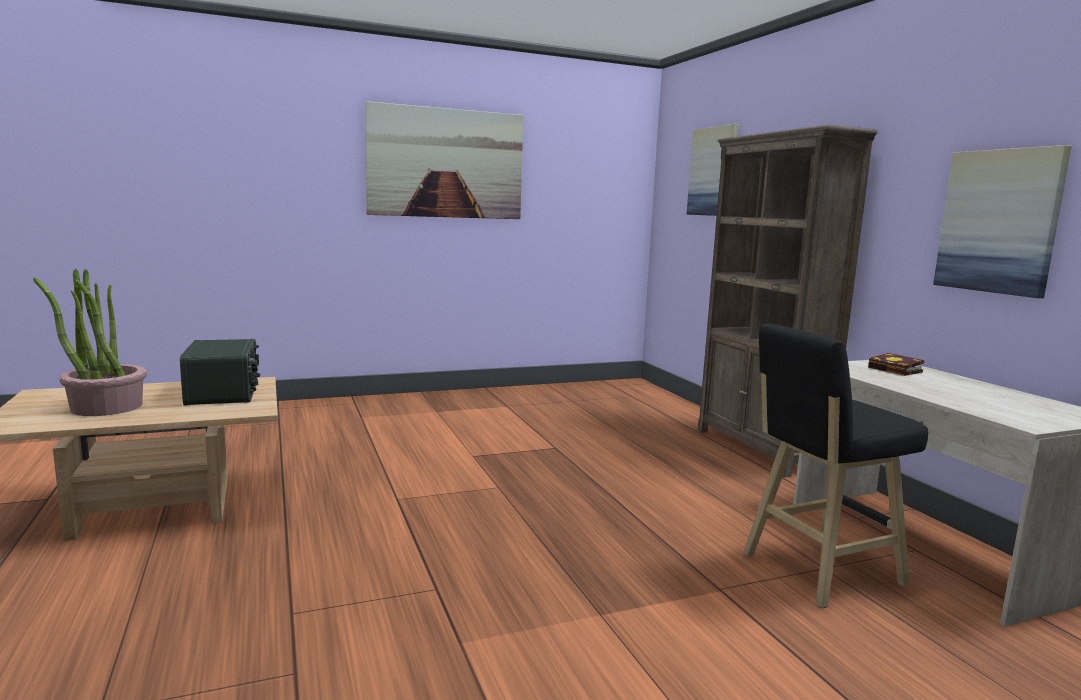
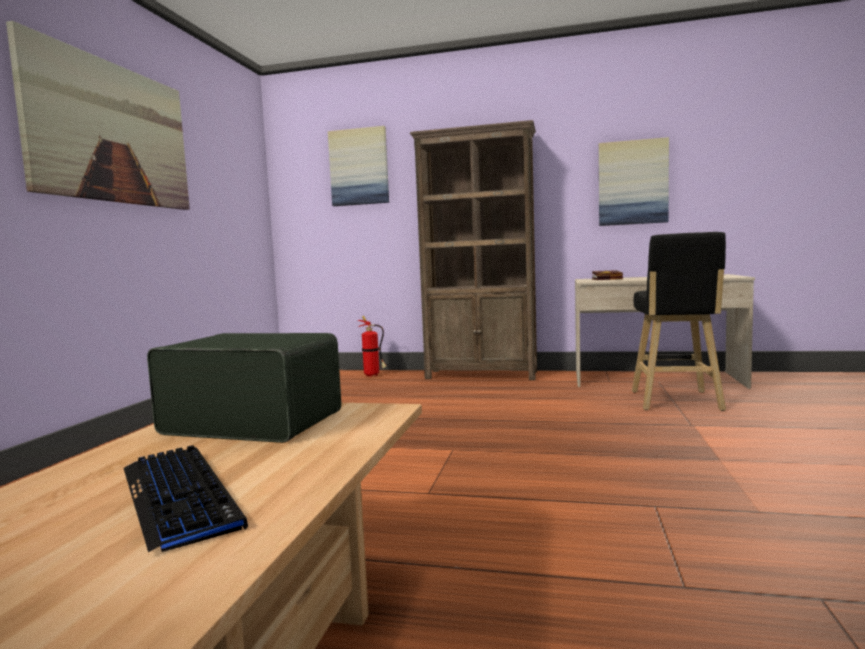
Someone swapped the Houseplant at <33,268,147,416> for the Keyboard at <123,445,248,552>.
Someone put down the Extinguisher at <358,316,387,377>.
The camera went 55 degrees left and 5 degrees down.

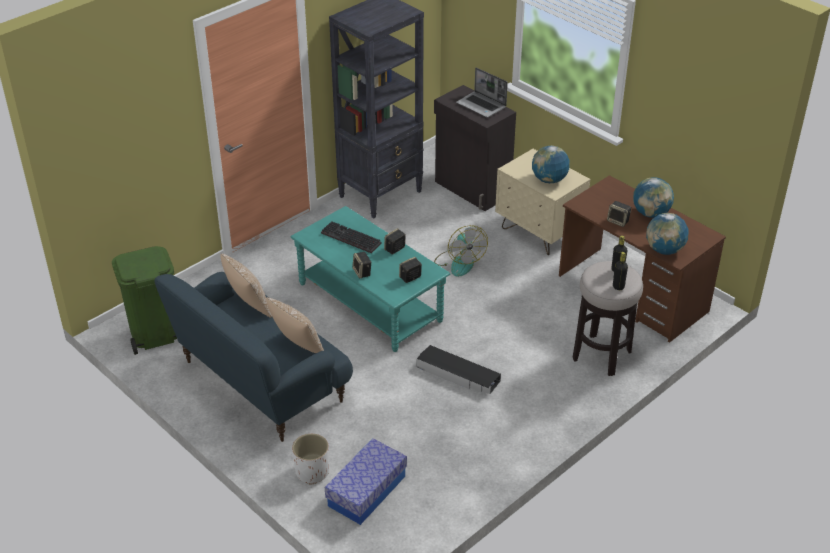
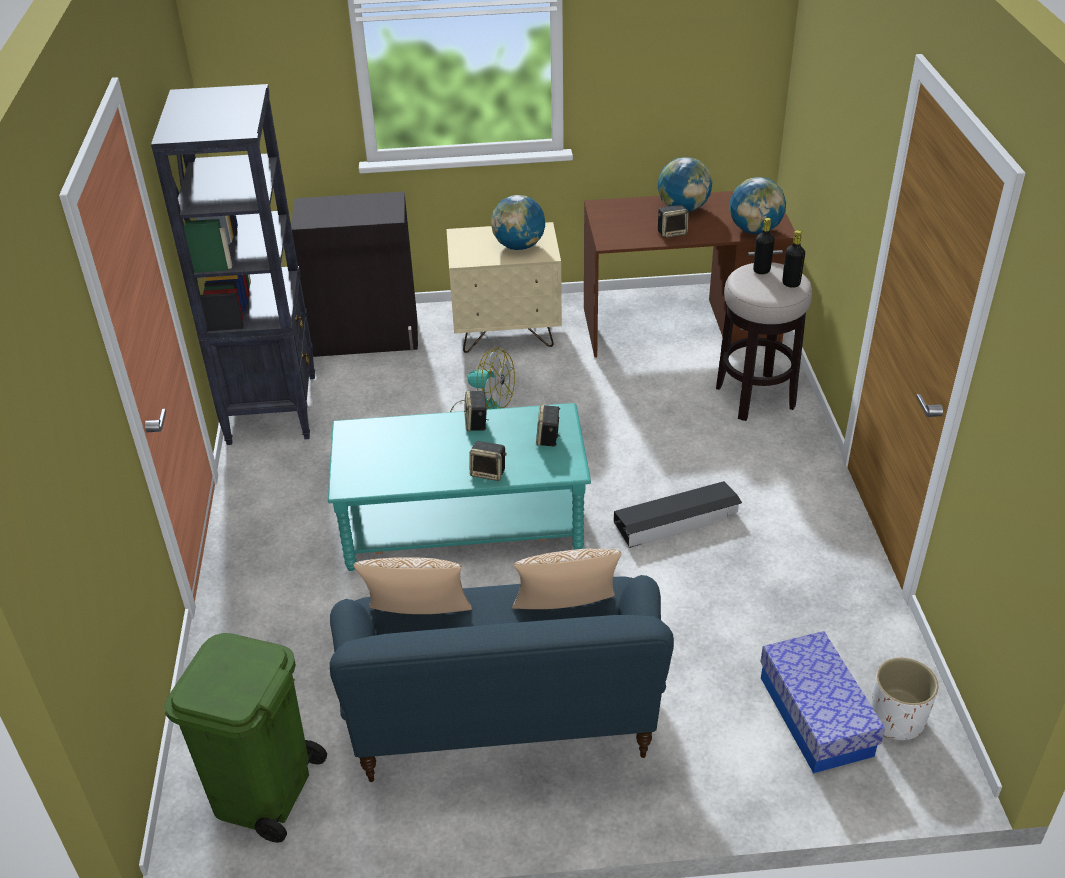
Someone carried the WhitePlantPot from <292,434,329,485> to <871,658,938,740>.
Someone took away the Keyboard at <321,221,381,253>.
Someone took away the PortableComputer at <456,68,508,118>.
The camera went 50 degrees left and 0 degrees up.

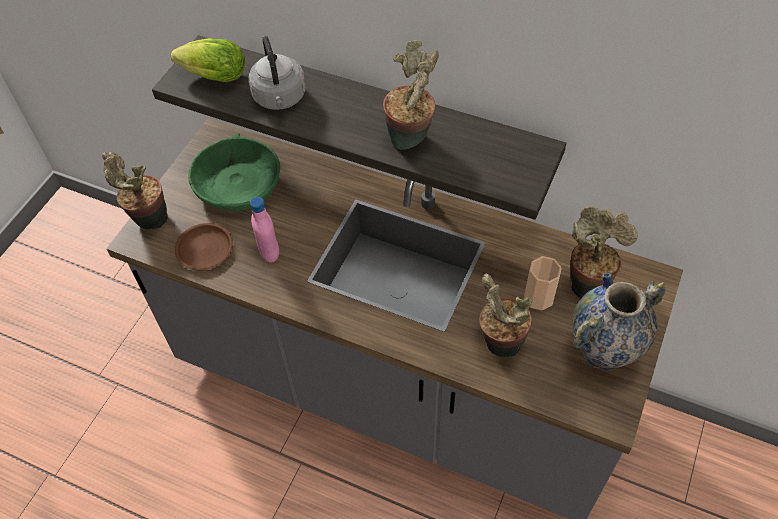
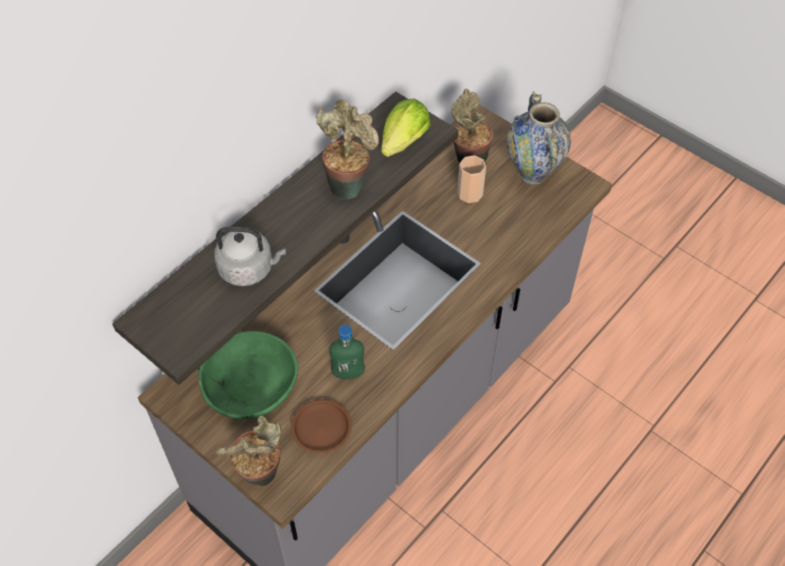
Someone carried the LettuceHead from <171,38,245,82> to <381,99,431,157>.
Someone repainted the PinkDrinkBottle at <250,197,279,263>, which became the GreenishDrinkBottle at <329,325,365,379>.
Someone took away the Houseplant at <479,274,532,357>.
The camera went 75 degrees left and 0 degrees up.

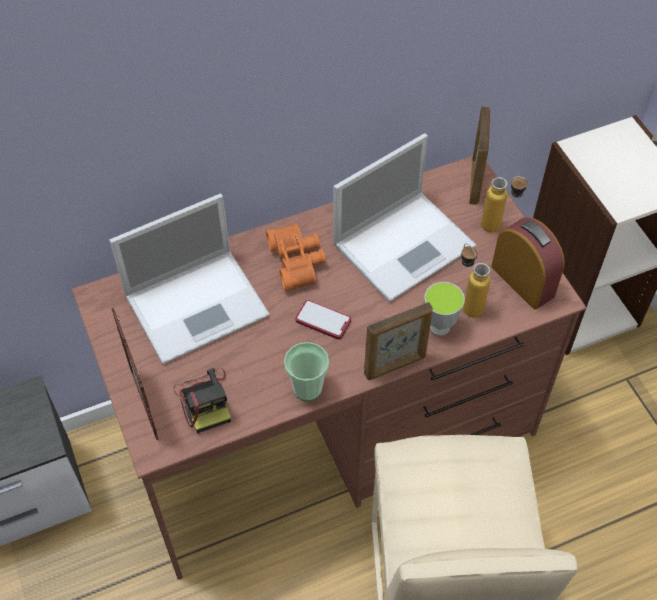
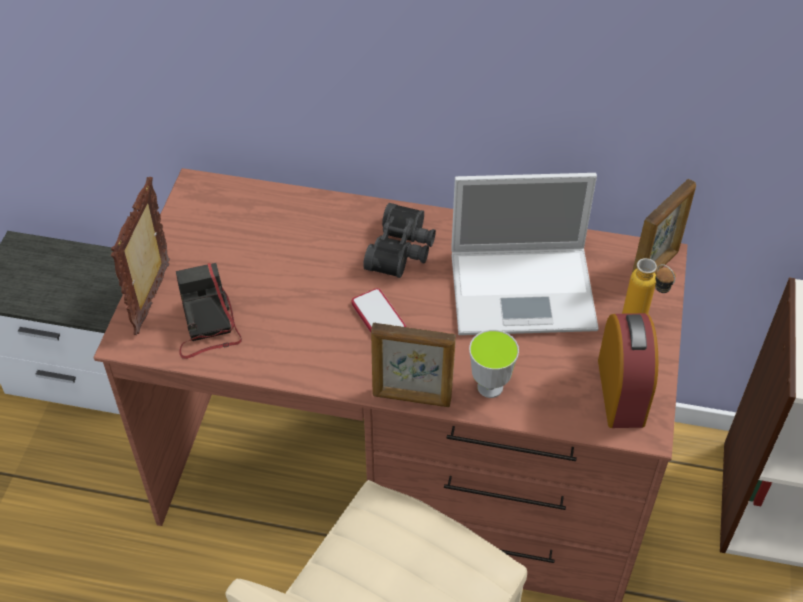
Someone took away the PortableComputer at <109,193,270,364>.
Someone rotated the StillCamera at <174,368,231,433> by 150 degrees clockwise.
Someone repainted the OrangeBinoculars at <266,224,326,291>, which became the BlackColouredBinoculars at <363,203,436,278>.
Someone took away the Cup at <284,342,329,401>.
Someone took away the DrinkBottle at <461,243,491,318>.
The camera went 35 degrees right and 5 degrees down.

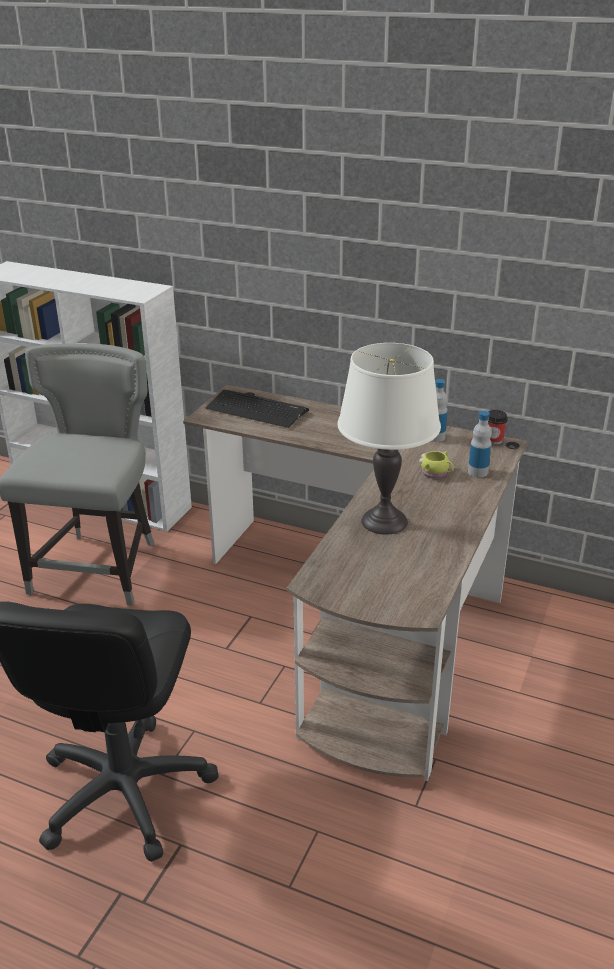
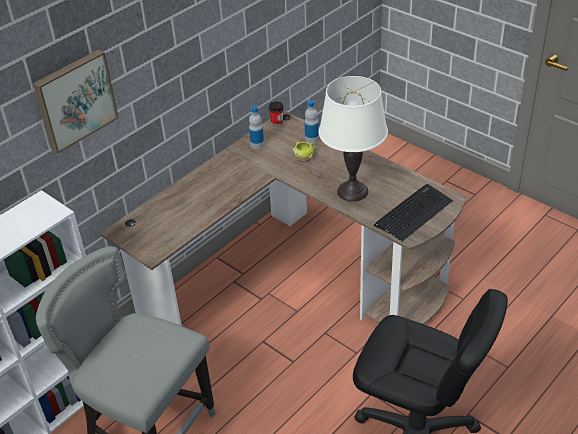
Someone carried the Keyboard from <206,390,309,428> to <374,184,453,241>.
Someone put up the WallPicture at <33,49,119,154>.
The camera went 70 degrees left and 10 degrees up.

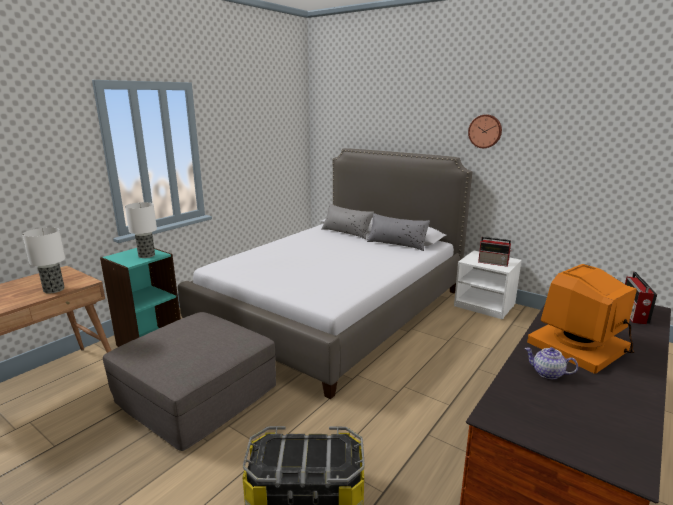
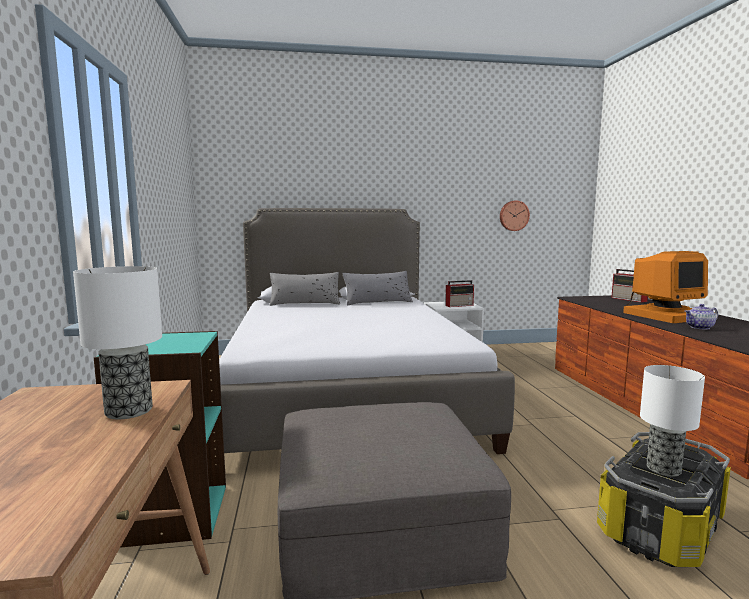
Someone carried the TabletopLamp from <125,202,157,258> to <640,365,705,477>.
Someone carried the HangingClock from <468,115,502,148> to <500,200,530,231>.
Someone rotated the ComputerScreen at <527,264,637,374> by 120 degrees counterclockwise.
The camera went 45 degrees left and 10 degrees down.

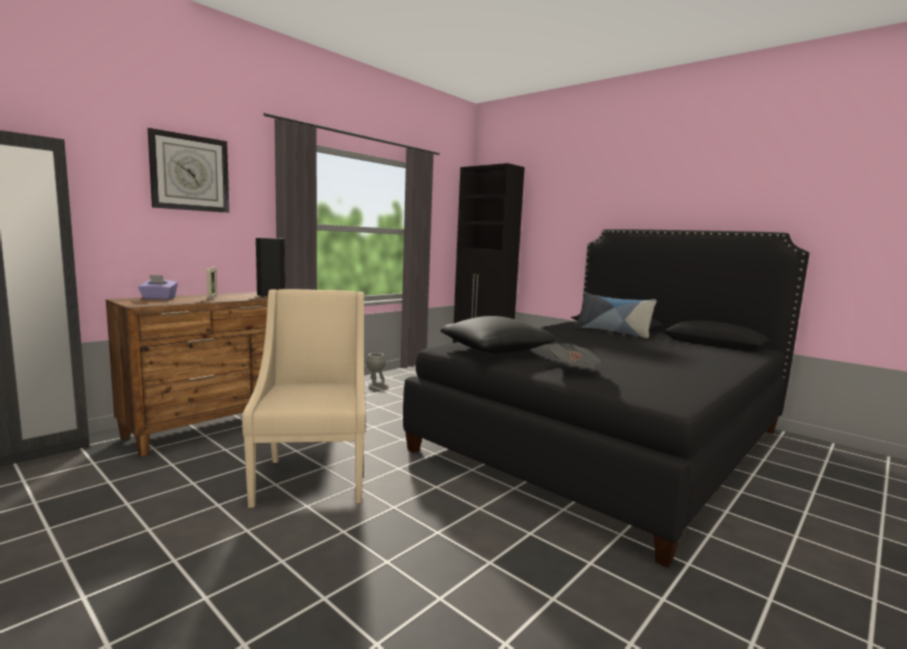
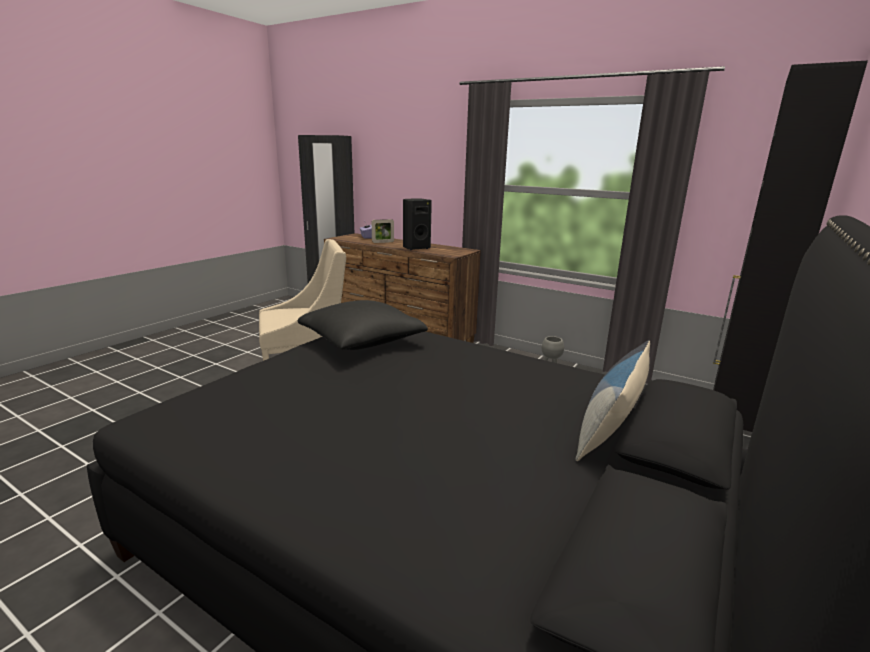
Someone took away the HangingClock at <148,128,229,213>.
Someone took away the DailyPaper at <544,343,602,368>.
The camera went 80 degrees right and 10 degrees up.

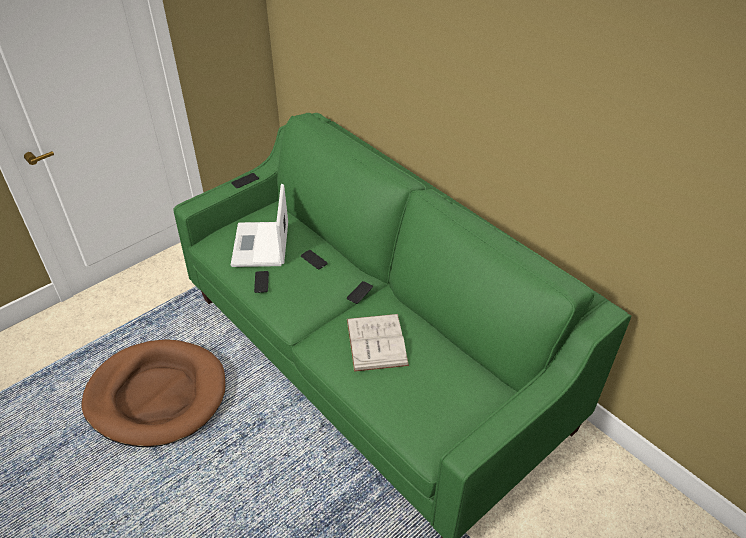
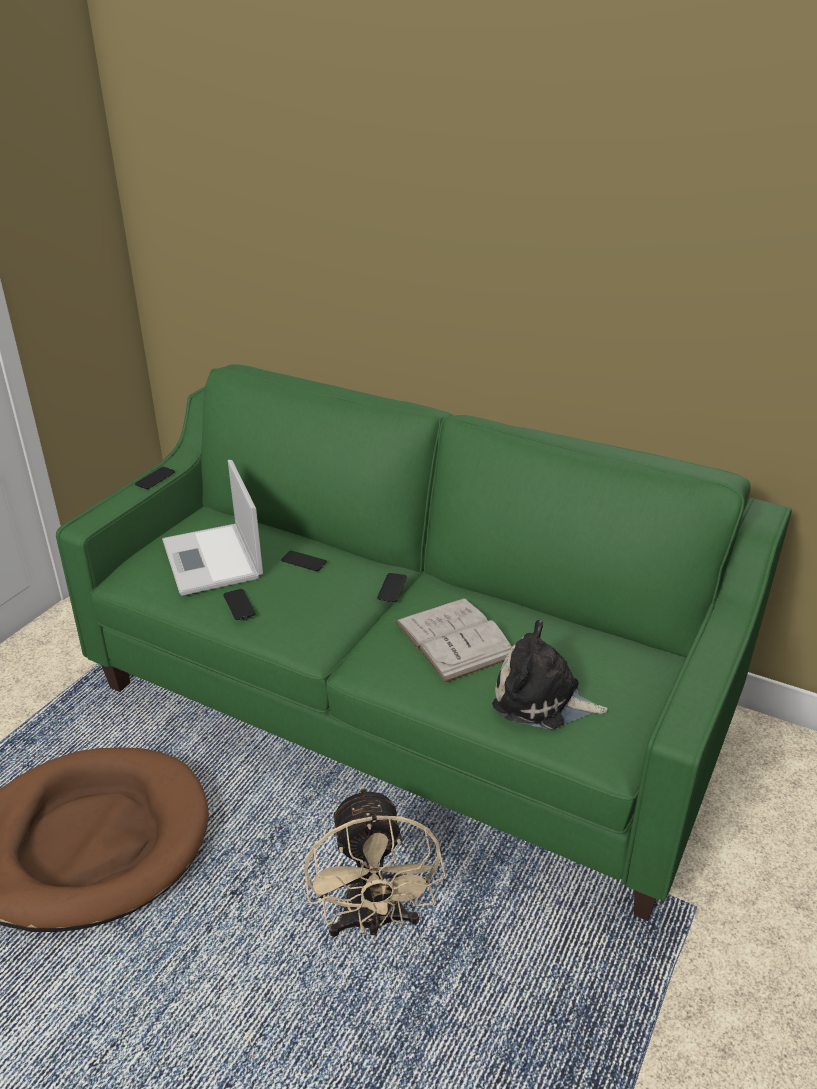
Someone put down the BeigeElectricFan at <304,786,445,937>.
Someone put down the CuddlyToy at <492,620,608,729>.
The camera went 20 degrees left and 10 degrees down.

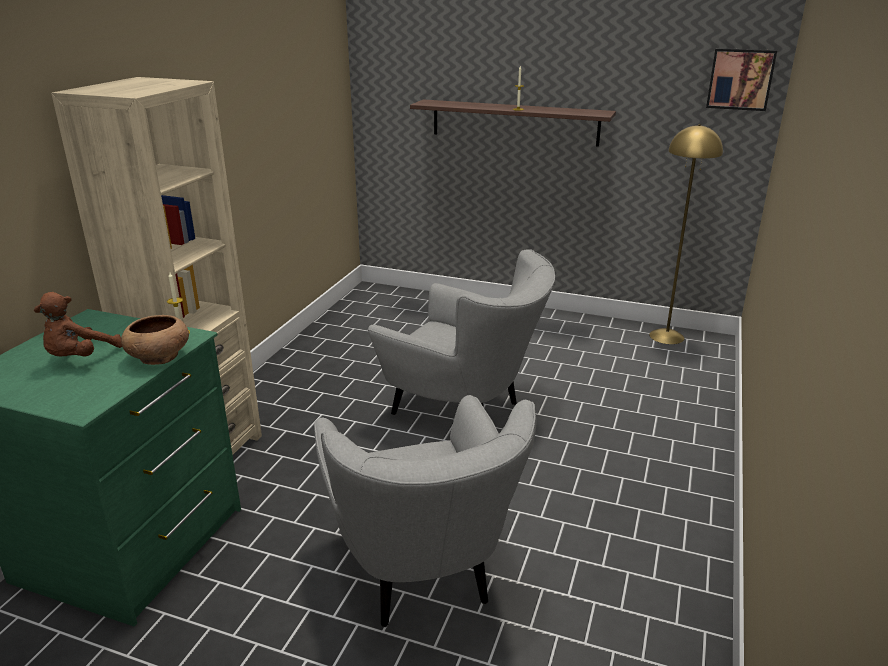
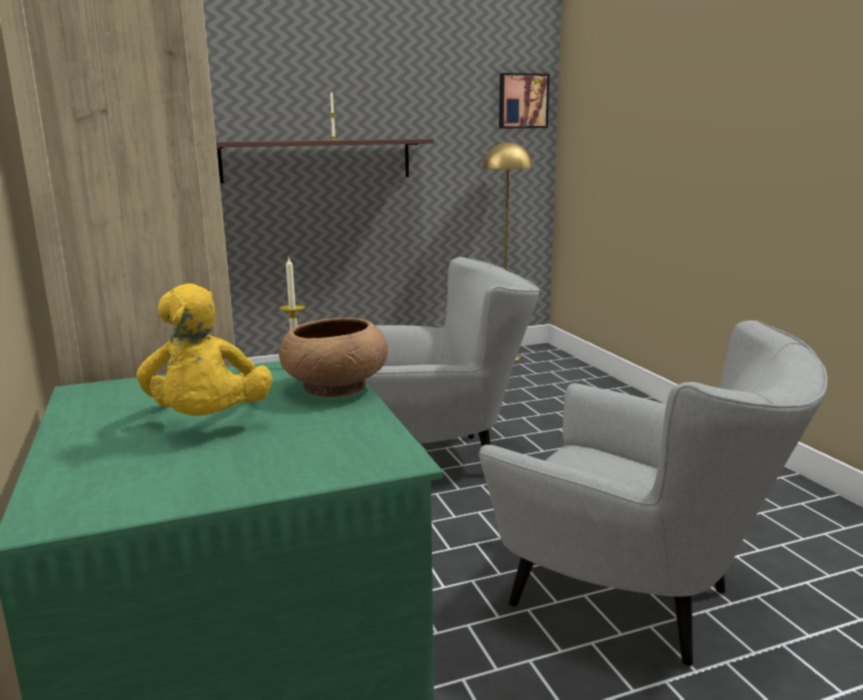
Someone repainted the BrownishCuddlyToy at <34,292,122,357>, which became the YellowCuddlyToy at <137,283,273,416>.
The camera went 40 degrees left and 10 degrees down.

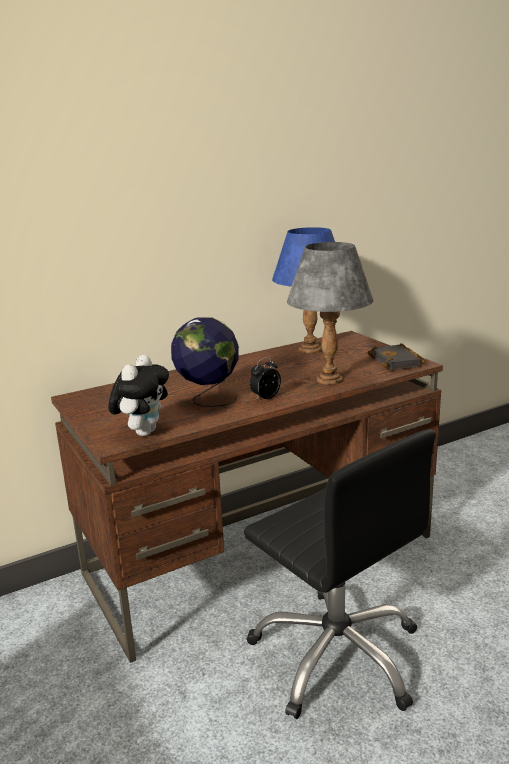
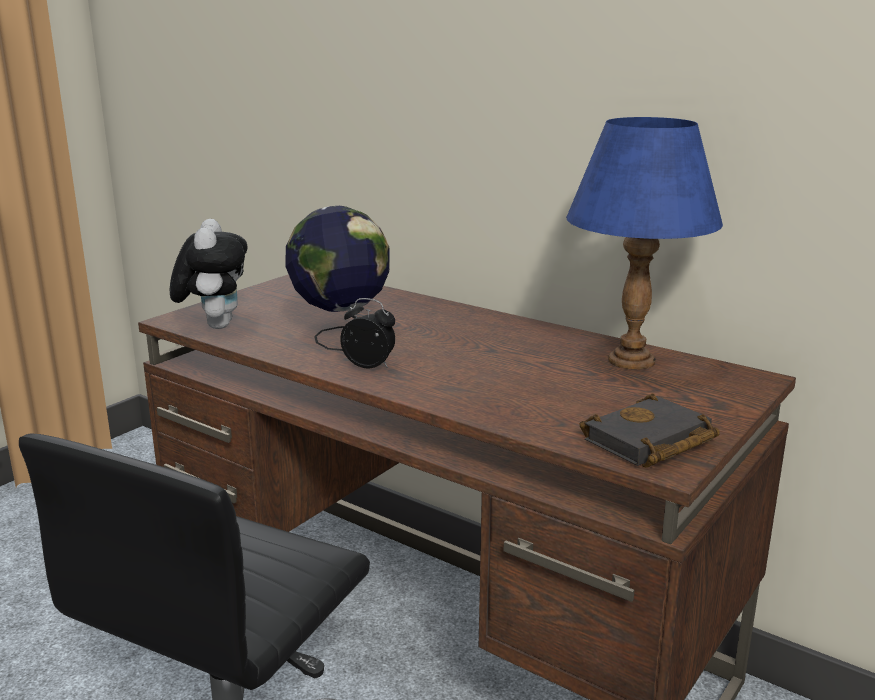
Someone rotated the CuddlyToy at <108,355,169,436> by 90 degrees counterclockwise.
Someone took away the GreyTabletopLamp at <287,242,374,385>.
The camera went 65 degrees right and 0 degrees up.

